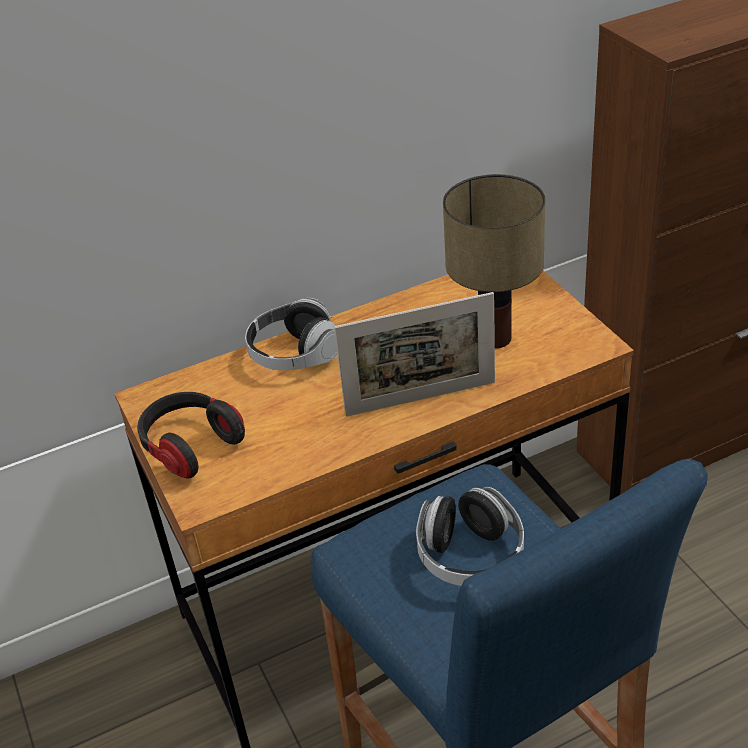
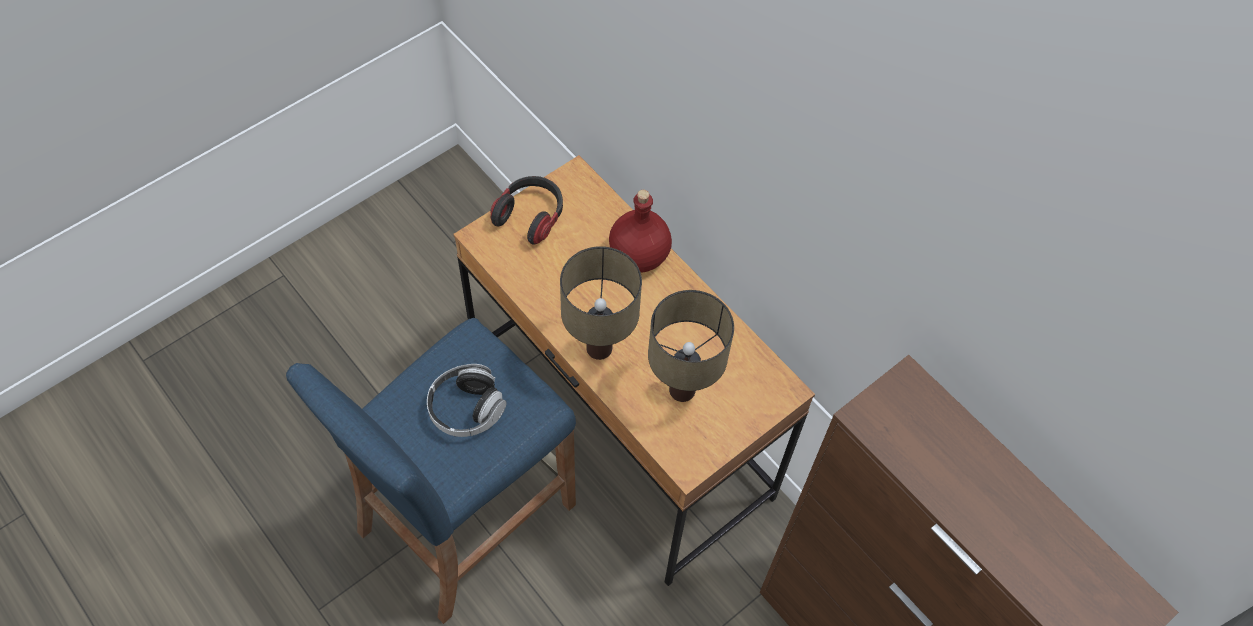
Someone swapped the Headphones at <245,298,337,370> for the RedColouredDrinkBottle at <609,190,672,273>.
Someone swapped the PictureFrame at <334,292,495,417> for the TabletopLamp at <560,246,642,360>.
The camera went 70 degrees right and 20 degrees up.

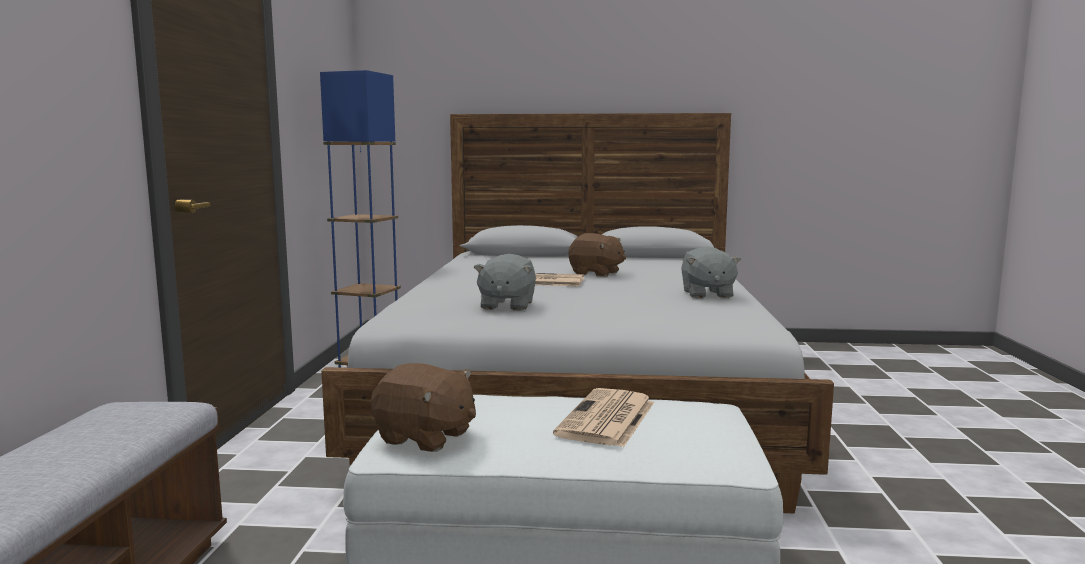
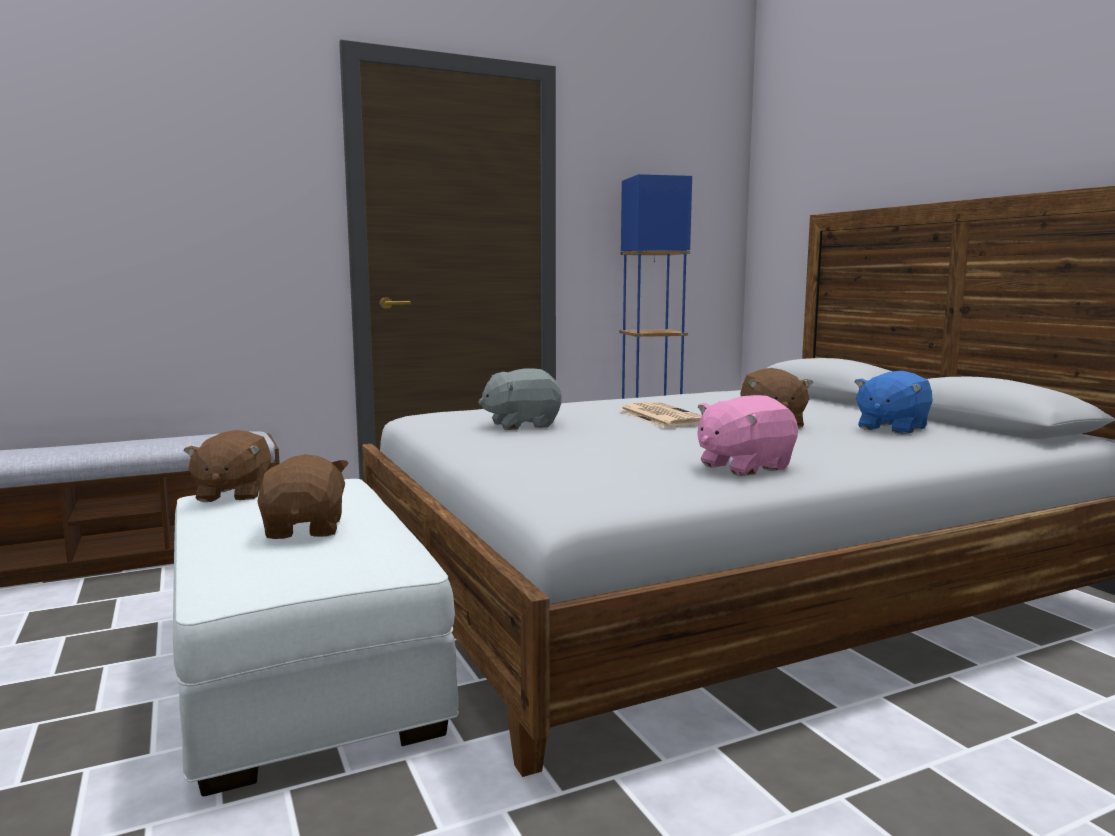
Someone swapped the DailyPaper at <553,388,654,447> for the BrownishCuddlyToy at <257,454,349,539>.
Someone repainted the GreyCuddlyToy at <681,247,741,298>, which became the PinkCuddlyToy at <697,395,798,476>.
Someone put down the BlueCuddlyToy at <854,371,933,434>.
The camera went 60 degrees right and 0 degrees up.

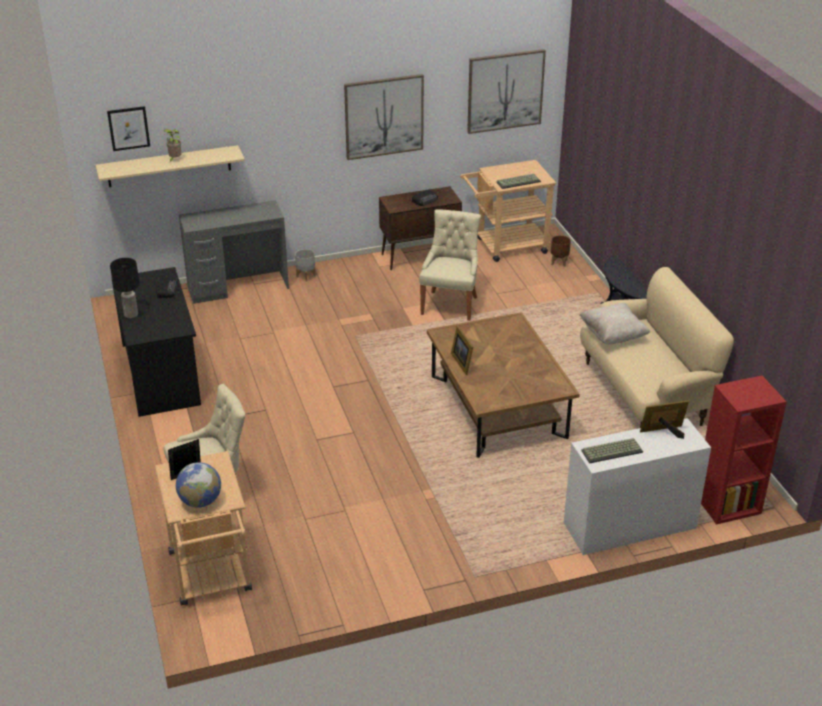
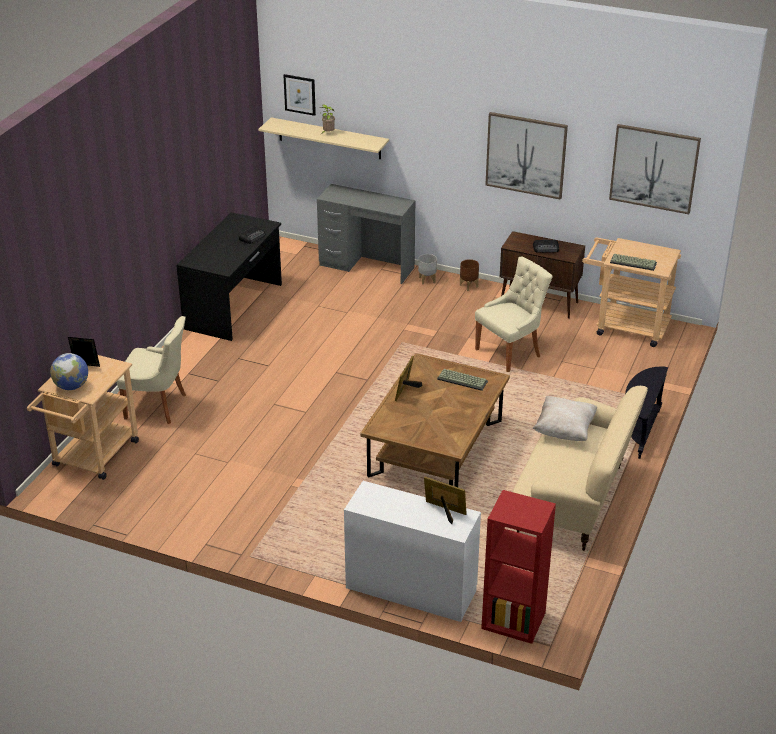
Someone took away the BlackColouredTabletopLamp at <110,258,140,318>.
Someone carried the BrownishPlantPot from <551,235,571,267> to <460,259,479,291>.
Someone carried the Keyboard from <581,438,643,463> to <437,369,488,391>.
The camera went 40 degrees right and 0 degrees up.

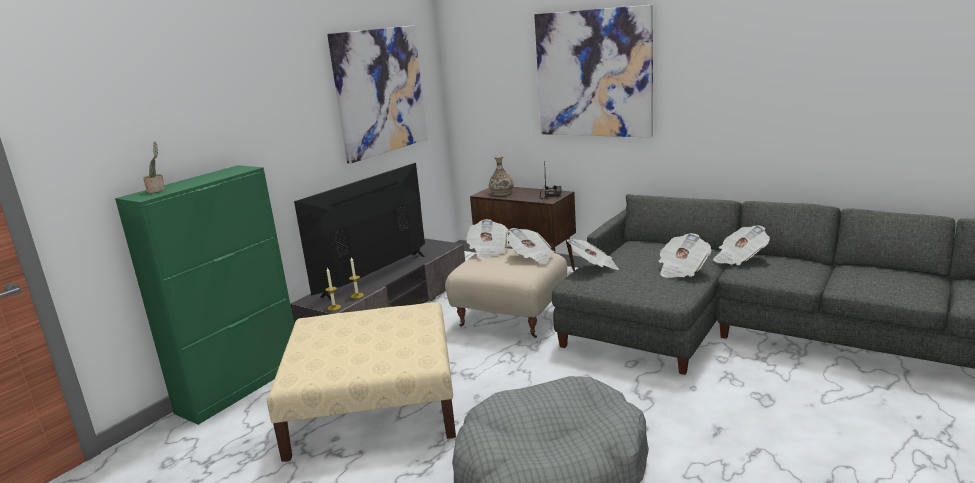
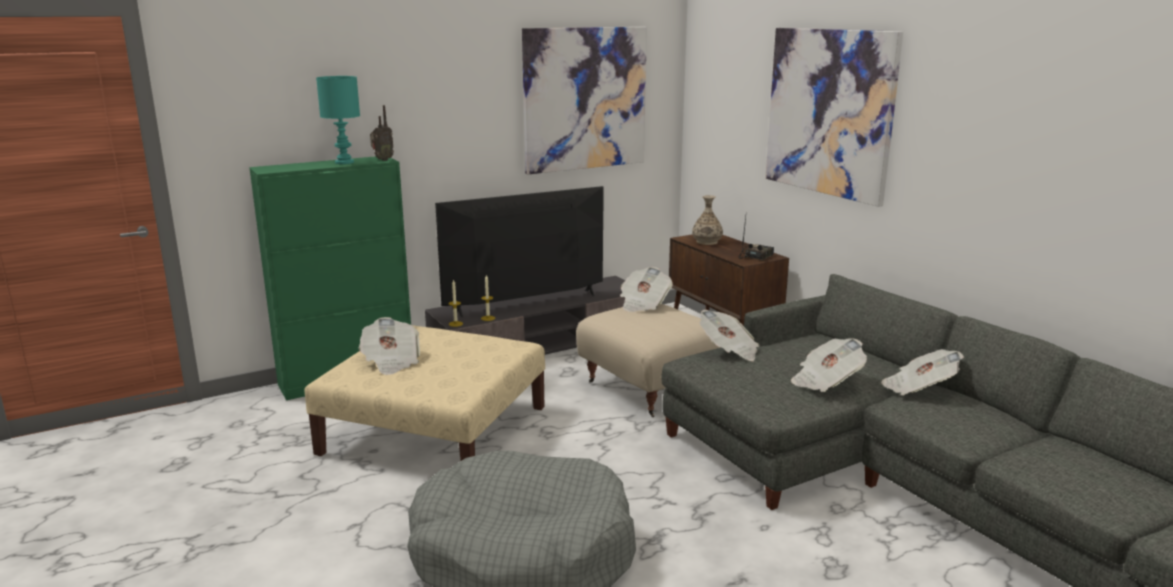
Someone took away the Houseplant at <143,142,165,193>.
Someone carried the DailyPaper from <506,228,555,264> to <359,317,420,375>.
Someone put down the TurquoiseTabletopLamp at <316,76,360,164>.
Someone put down the Radio at <370,105,394,161>.
The camera went 25 degrees right and 0 degrees up.

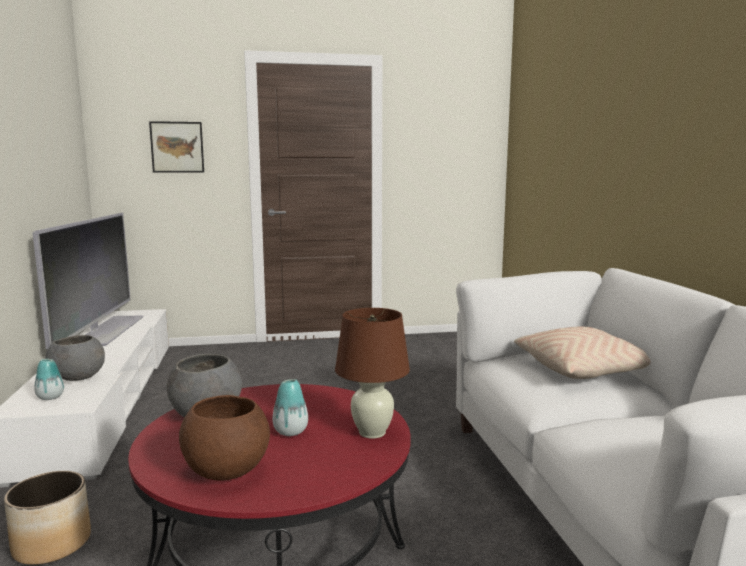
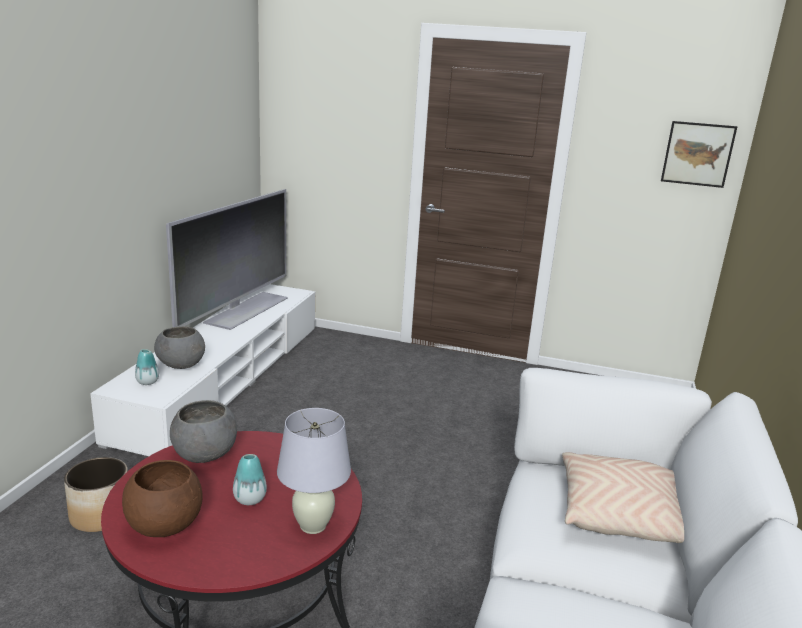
Someone carried the WallPicture from <149,121,204,173> to <661,121,737,188>.
Someone repainted the BrownishTabletopLamp at <335,308,410,439>, which became the WhiteTabletopLamp at <277,408,351,534>.
The camera went 25 degrees right and 10 degrees up.

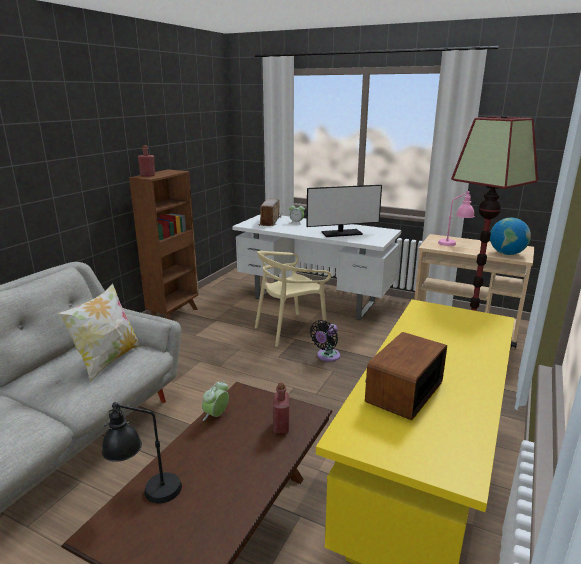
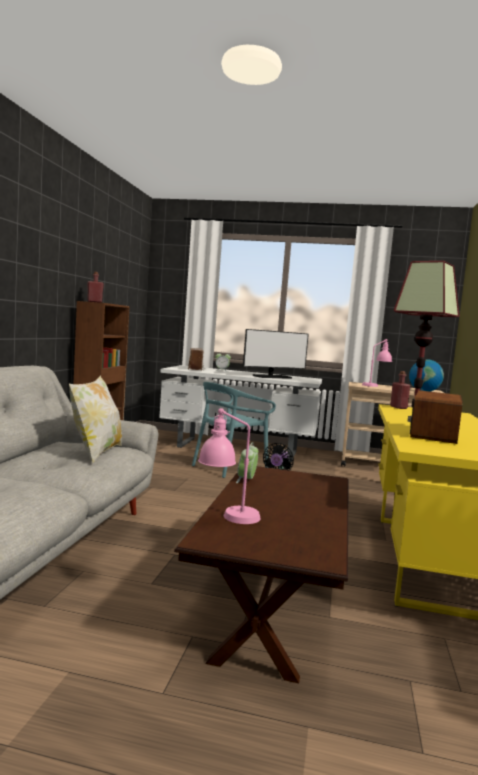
Someone repainted the BlackColouredTabletopLamp at <102,402,182,504>, which became the PinkTabletopLamp at <198,408,261,524>.
Someone repainted the BeigePlainChair at <255,251,331,347>, which became the TurquoisePlainChair at <192,382,276,478>.
Someone carried the RedColouredDrinkBottle from <273,383,289,433> to <390,371,410,409>.
The camera went 15 degrees left and 15 degrees down.

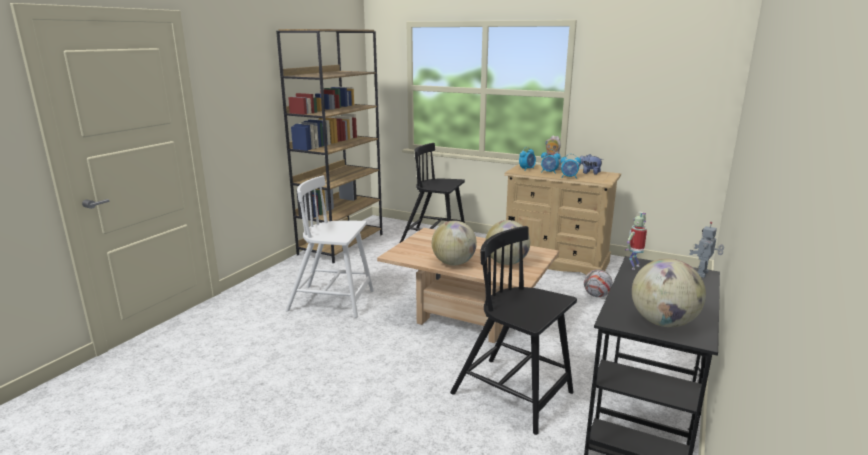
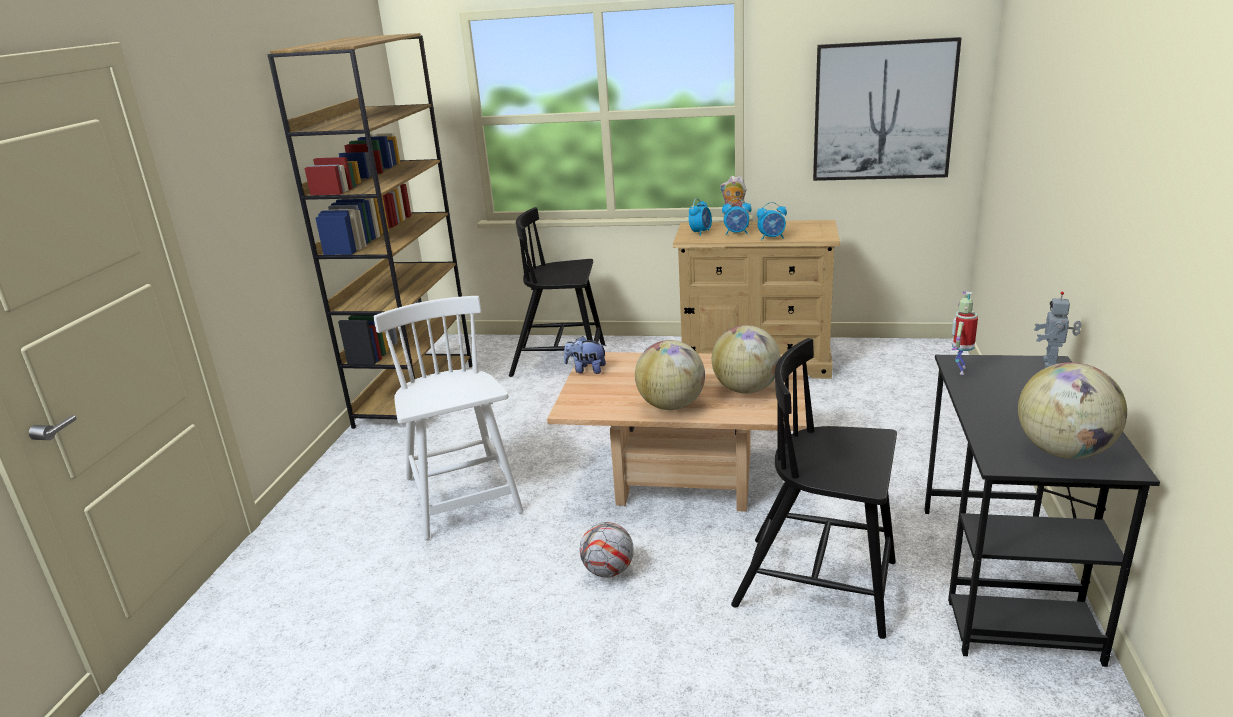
Someone rotated the WhitePlainChair at <285,176,374,318> by 75 degrees clockwise.
Someone carried the CuddlyToy from <578,154,604,175> to <564,336,606,374>.
Someone carried the FootballBall from <584,269,613,297> to <580,522,634,577>.
Someone put up the WallPicture at <813,37,962,181>.
The camera went 15 degrees left and 5 degrees up.

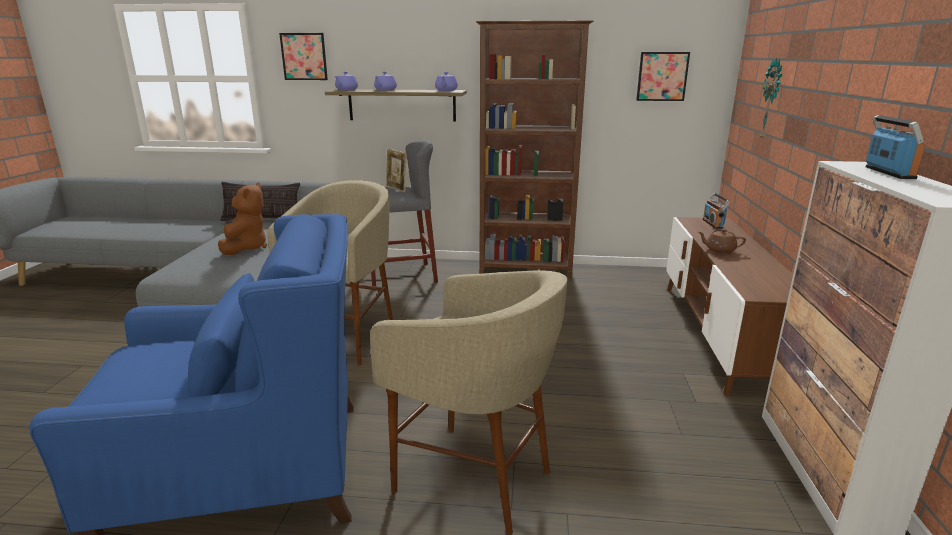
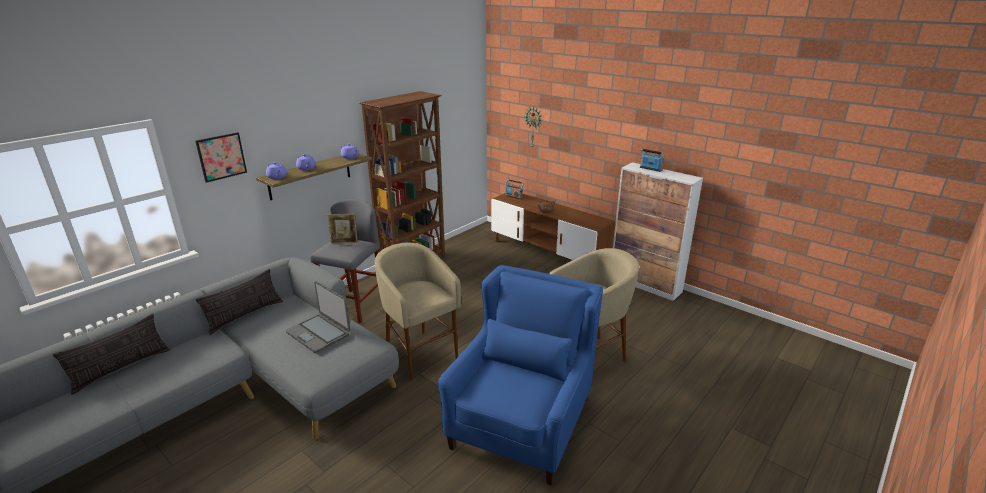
Someone swapped the BrownishCuddlyToy at <218,182,267,255> for the PortableComputer at <286,281,350,353>.
Someone took away the WallPicture at <636,52,690,101>.
Someone put down the ThrowPillow at <53,314,170,395>.
The camera went 55 degrees left and 5 degrees up.

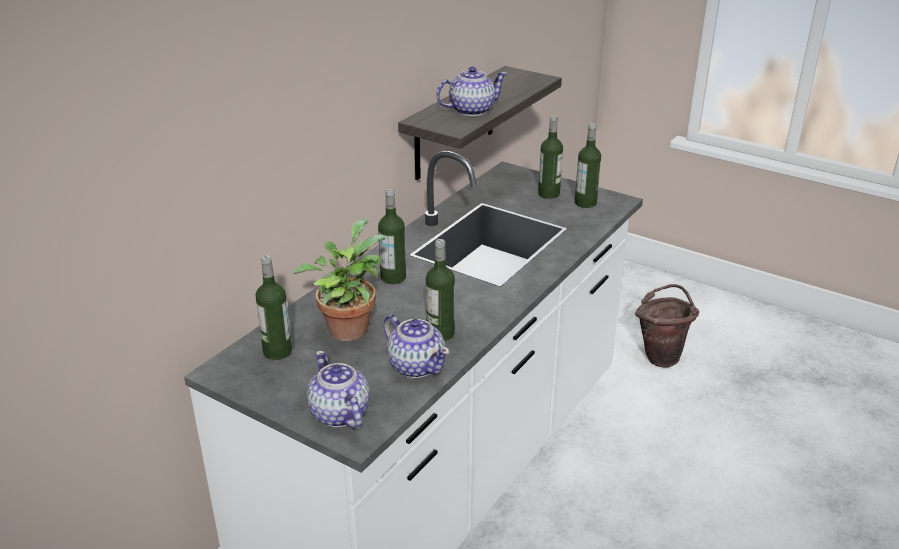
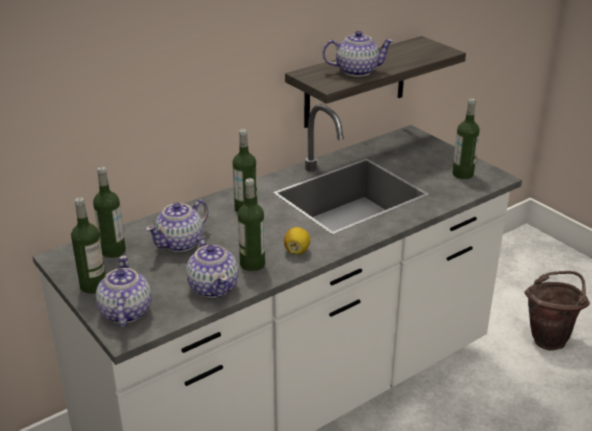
Someone swapped the Houseplant at <293,219,385,341> for the Teapot at <146,199,209,252>.
Someone carried the DrinkBottle from <538,115,563,199> to <71,198,106,294>.
Someone put down the WholeLemon at <284,227,310,255>.
The camera went 20 degrees right and 0 degrees up.

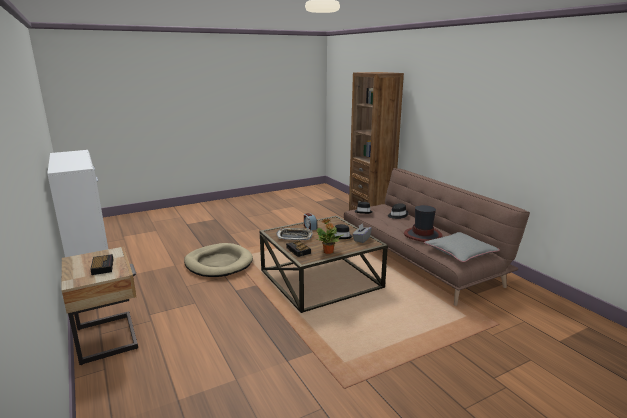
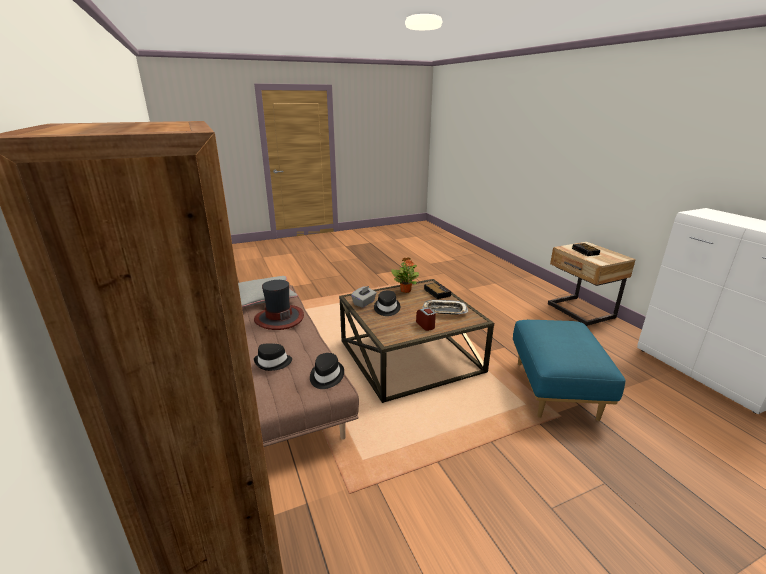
Someone swapped the BeigeDogCushion at <184,243,253,277> for the BlueOttoman at <513,320,625,421>.
The camera went 175 degrees left and 5 degrees up.

